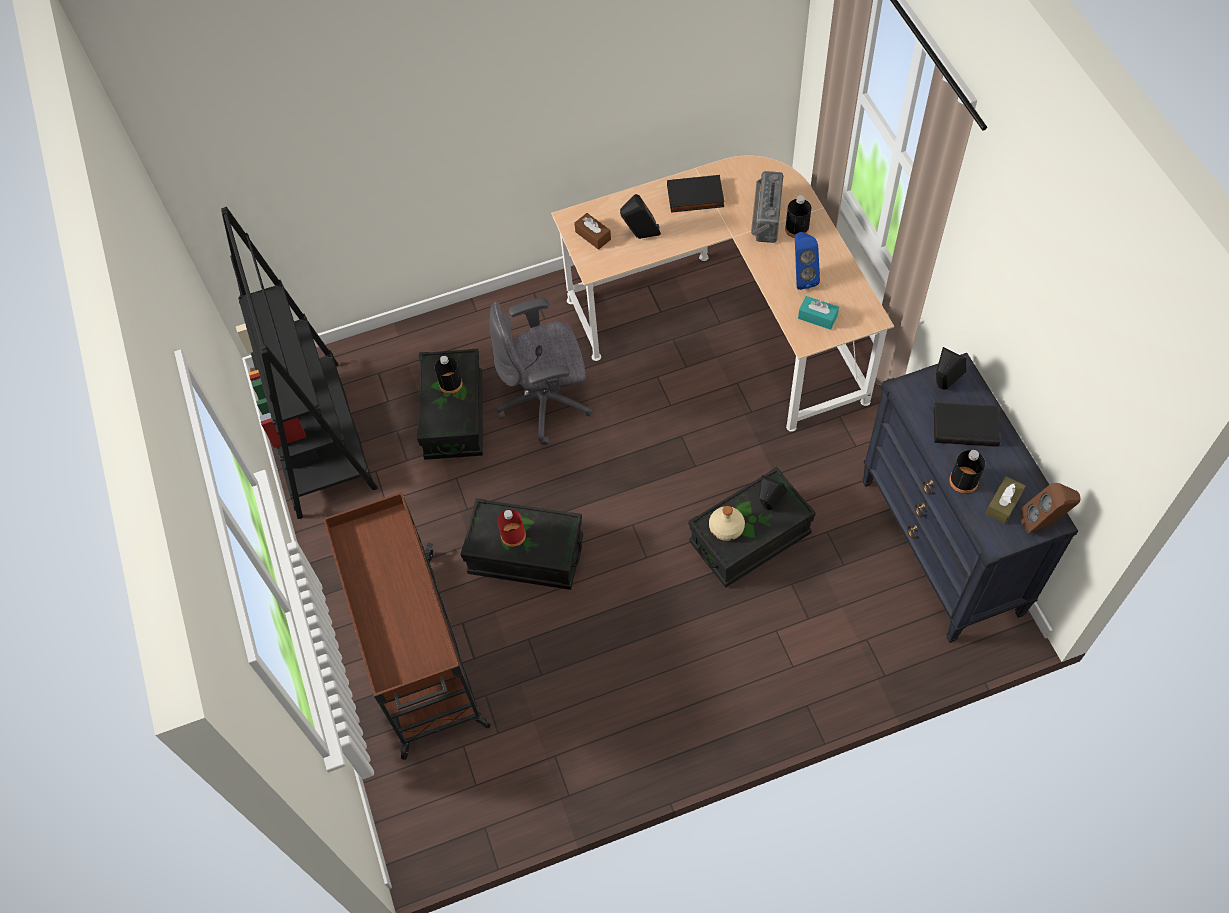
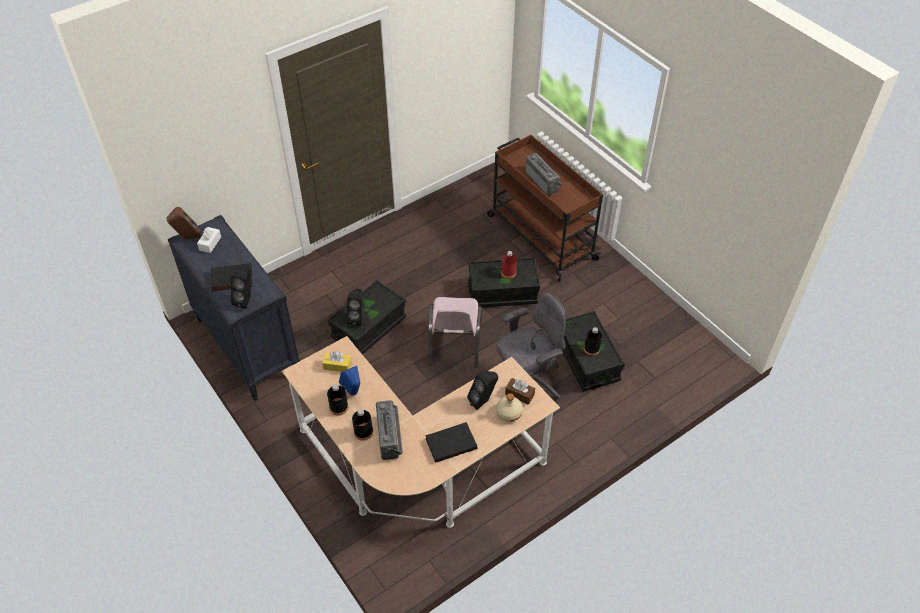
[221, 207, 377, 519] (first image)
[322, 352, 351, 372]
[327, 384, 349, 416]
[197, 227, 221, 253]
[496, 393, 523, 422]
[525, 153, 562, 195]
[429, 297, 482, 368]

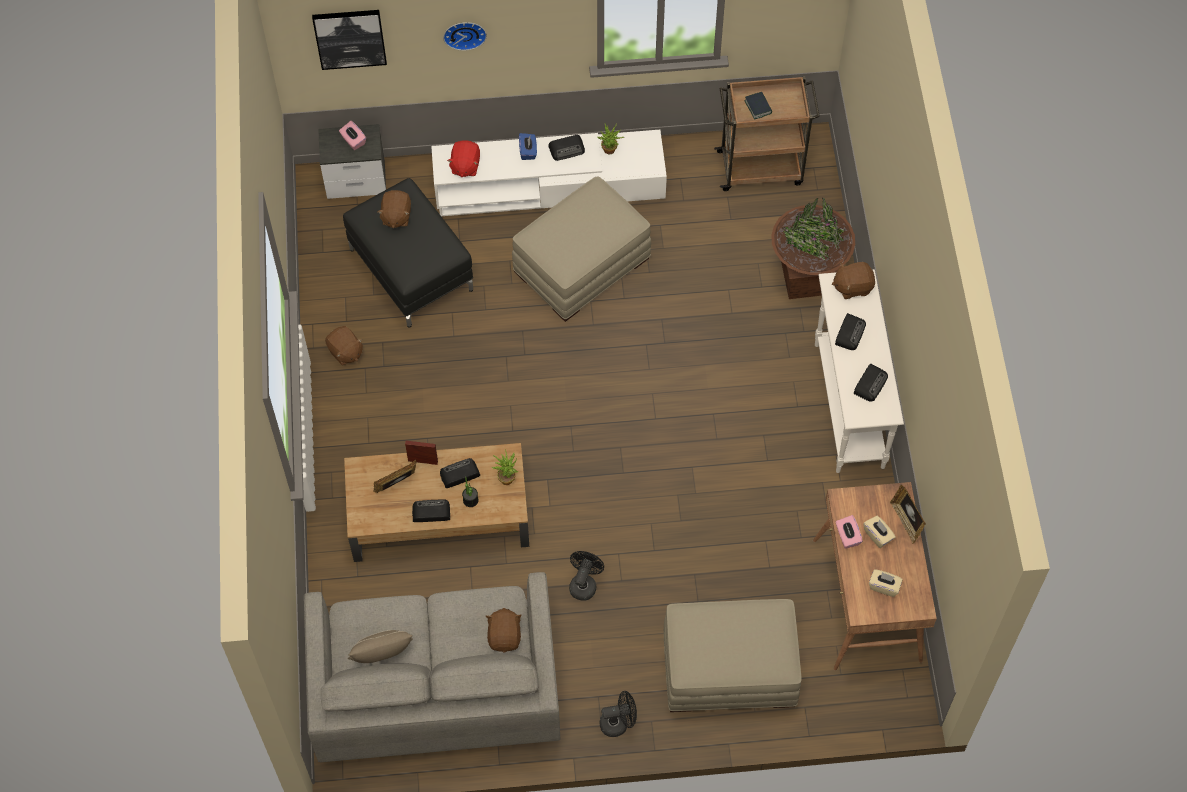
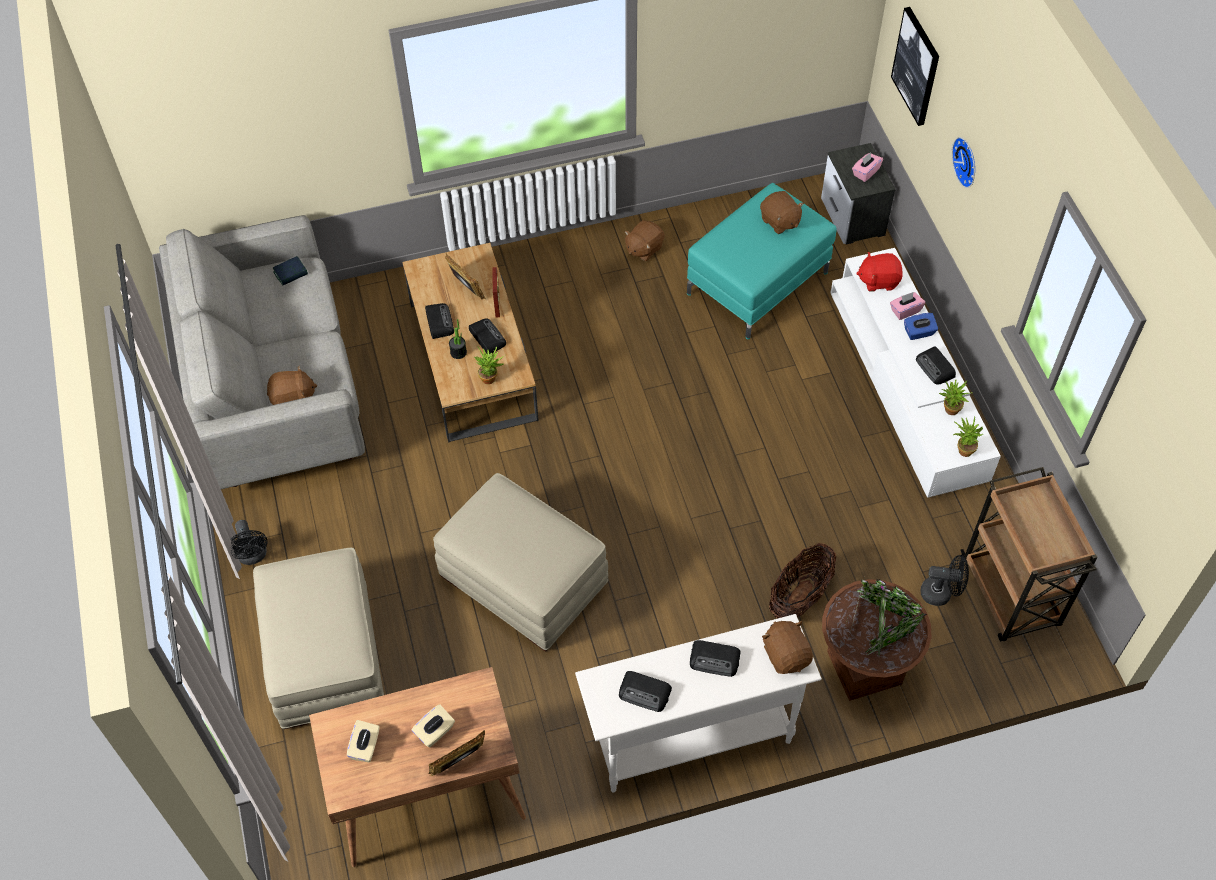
[273, 256, 308, 286]
[433, 473, 608, 652]
[687, 183, 837, 339]
[760, 191, 804, 234]
[890, 292, 925, 320]
[920, 555, 969, 606]
[348, 630, 413, 663] (first image)
[953, 417, 983, 457]
[769, 543, 836, 619]

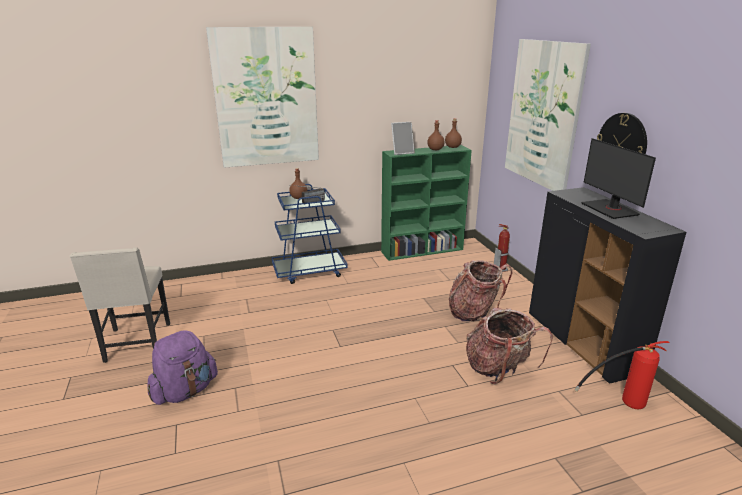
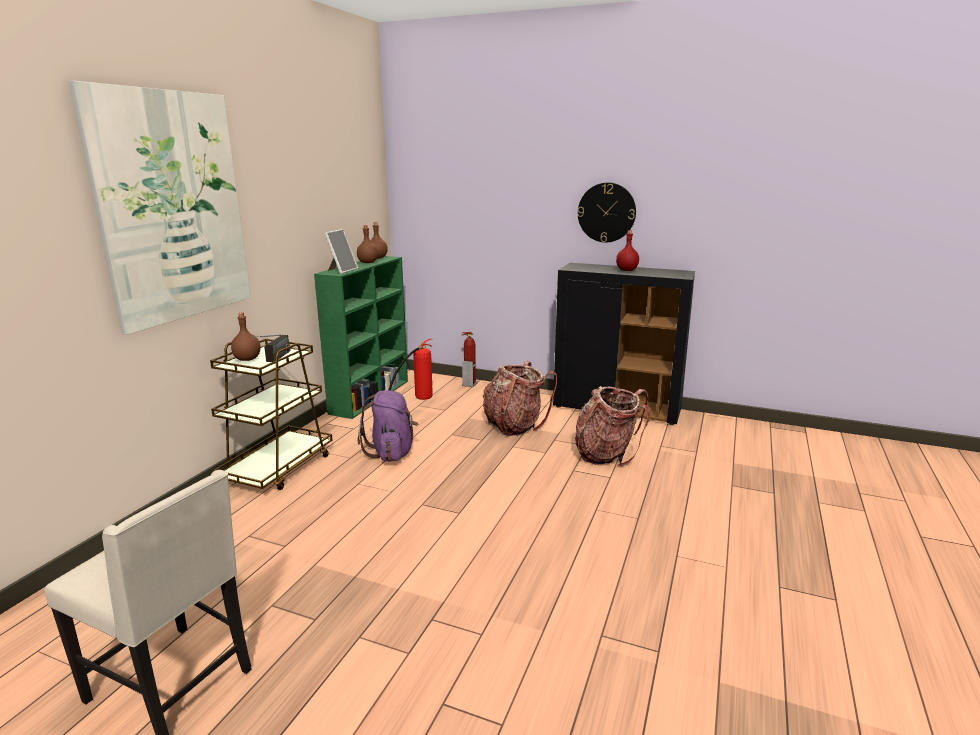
[505, 39, 591, 191] (first image)
[616, 230, 639, 271]
[210, 339, 332, 490]
[358, 390, 418, 462]
[389, 339, 433, 400]

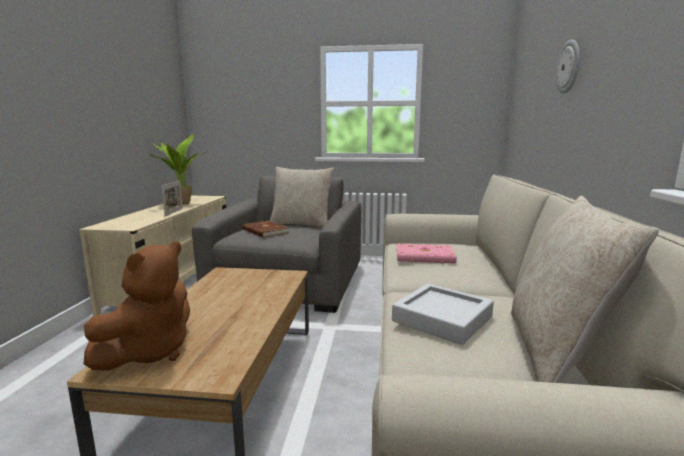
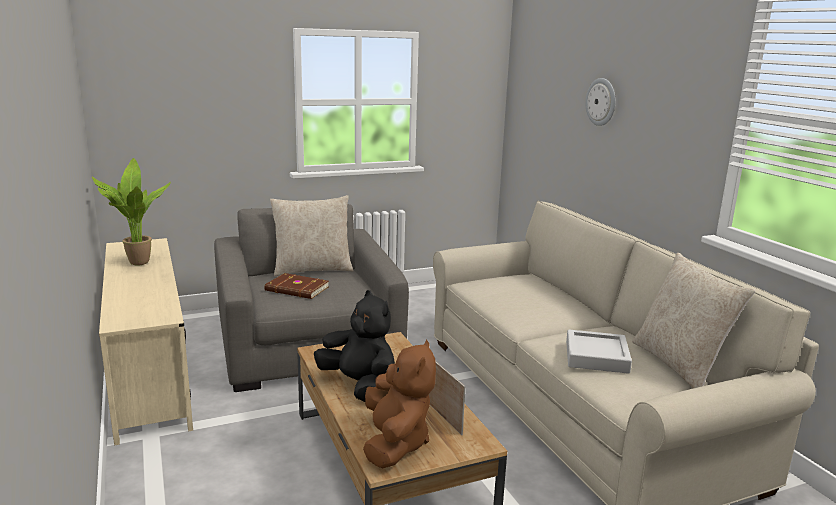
[429, 362, 466, 435]
[397, 244, 457, 263] (first image)
[314, 290, 395, 402]

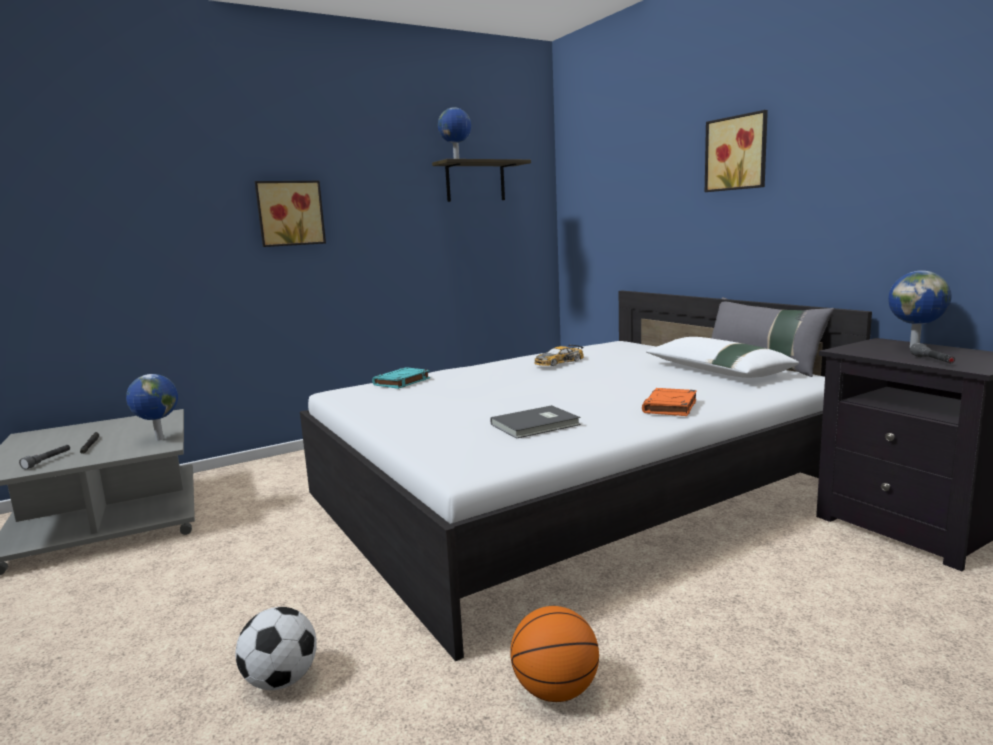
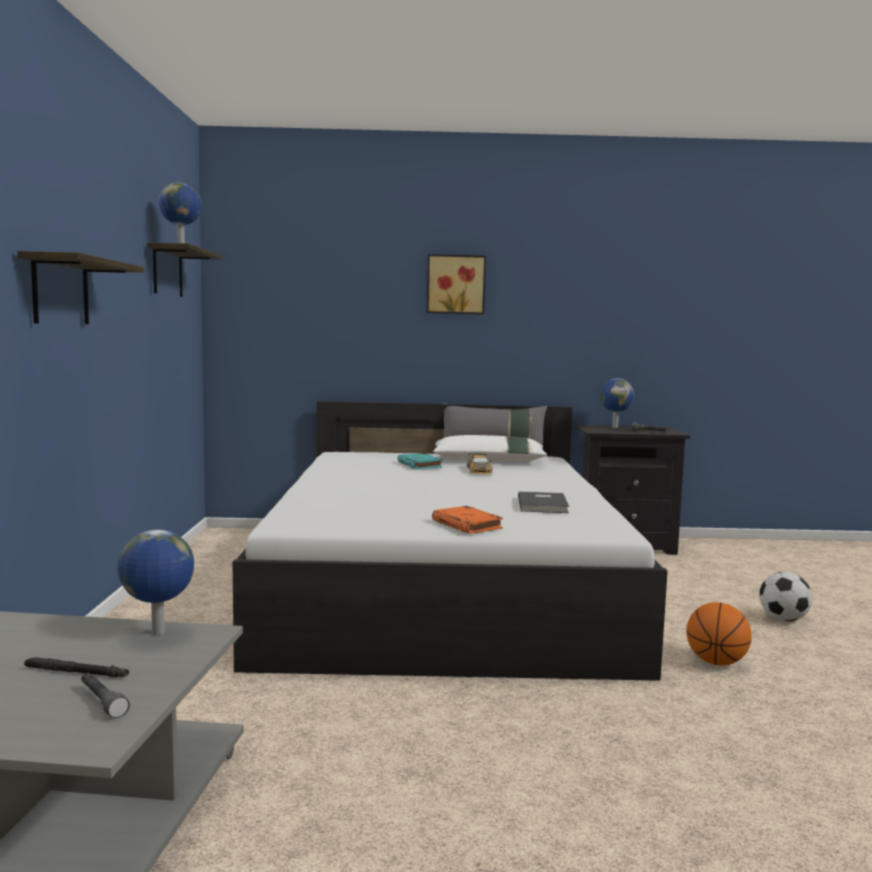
[17, 251, 144, 324]
[467, 454, 493, 474]
[397, 453, 443, 469]
[432, 506, 503, 534]
[759, 572, 813, 621]

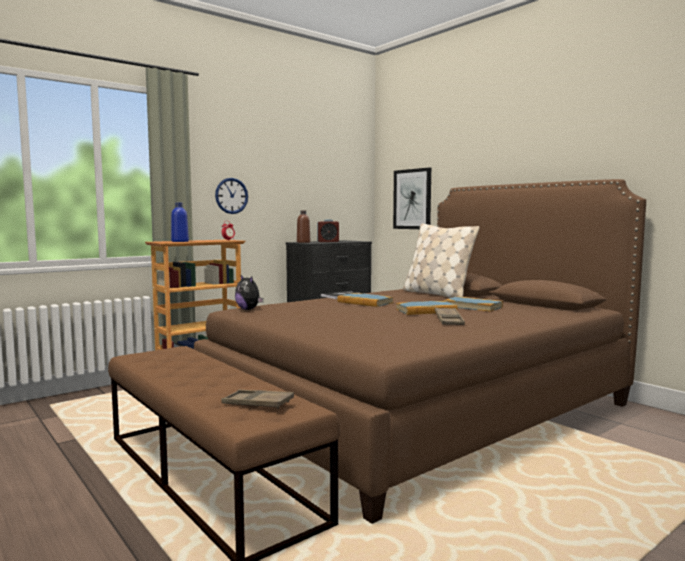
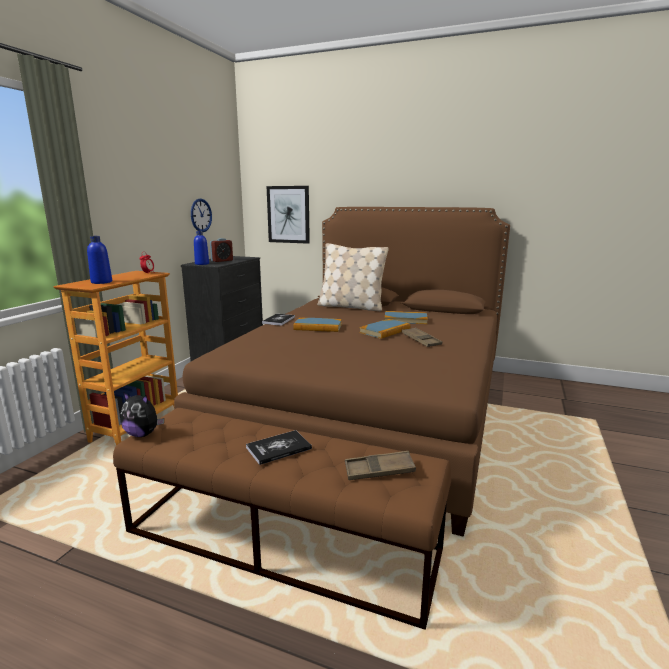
[191, 199, 212, 232]
[194, 231, 209, 265]
[120, 392, 164, 437]
[246, 430, 312, 465]

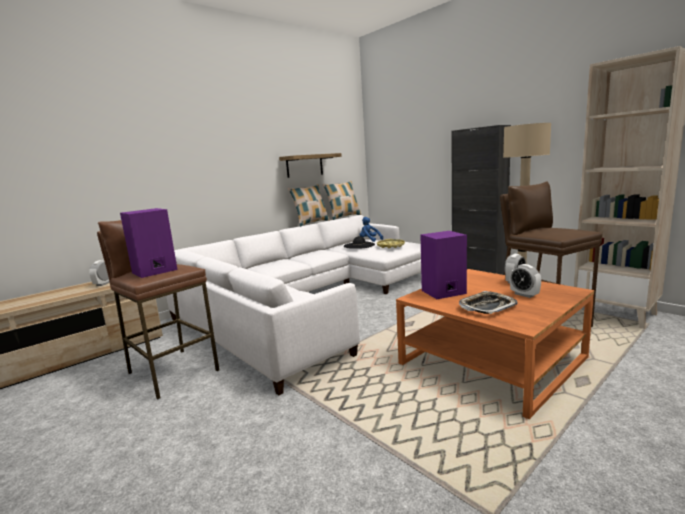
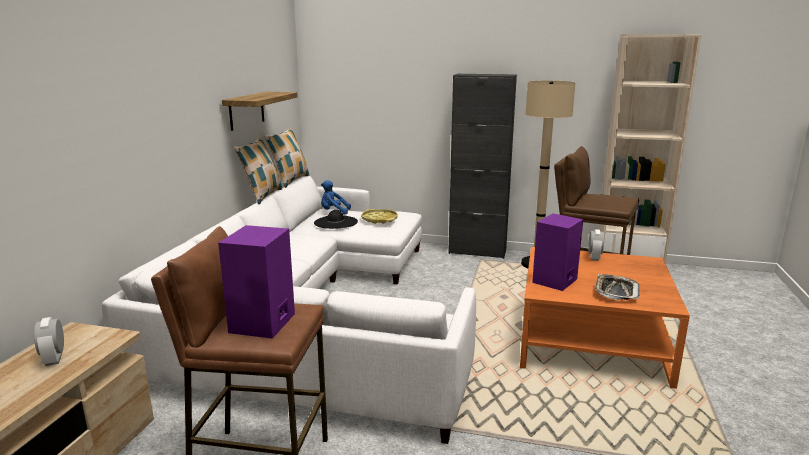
[510, 264, 541, 298] (first image)

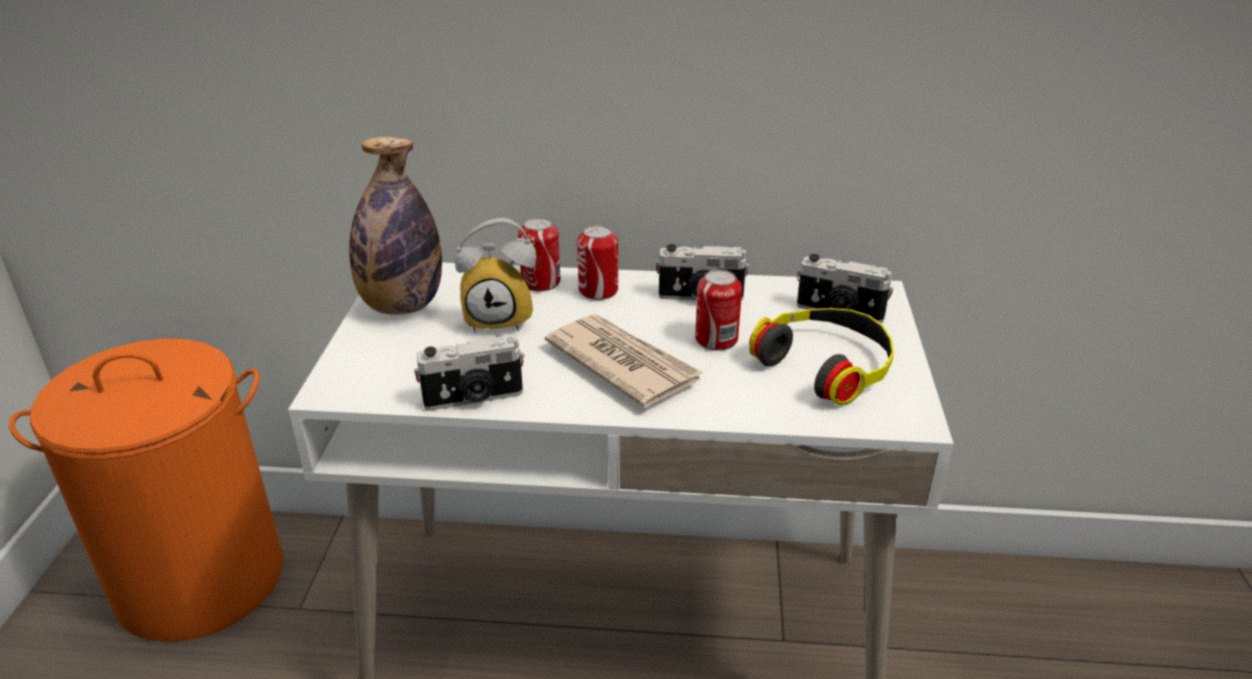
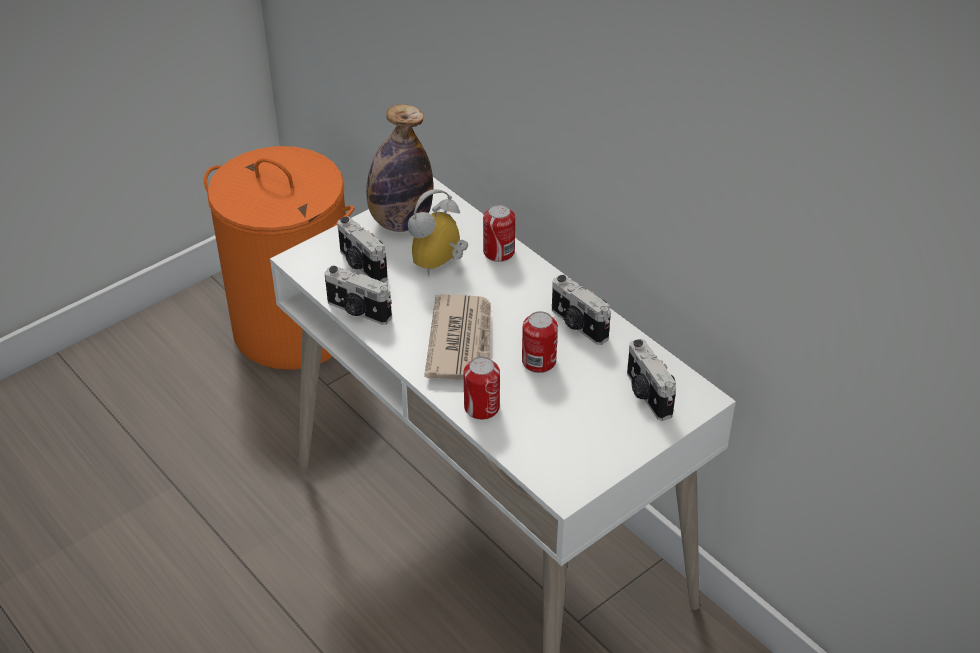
[408, 189, 468, 277]
[464, 357, 500, 420]
[749, 308, 894, 405] (first image)
[337, 216, 388, 282]

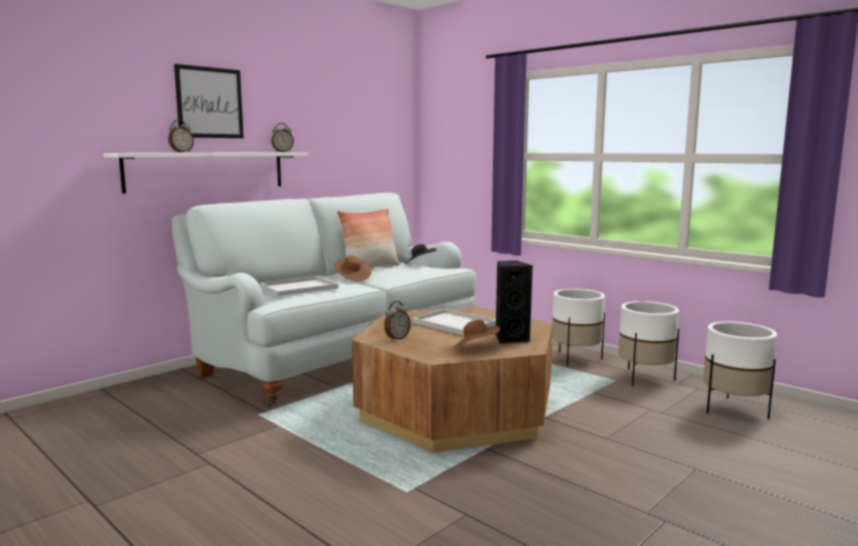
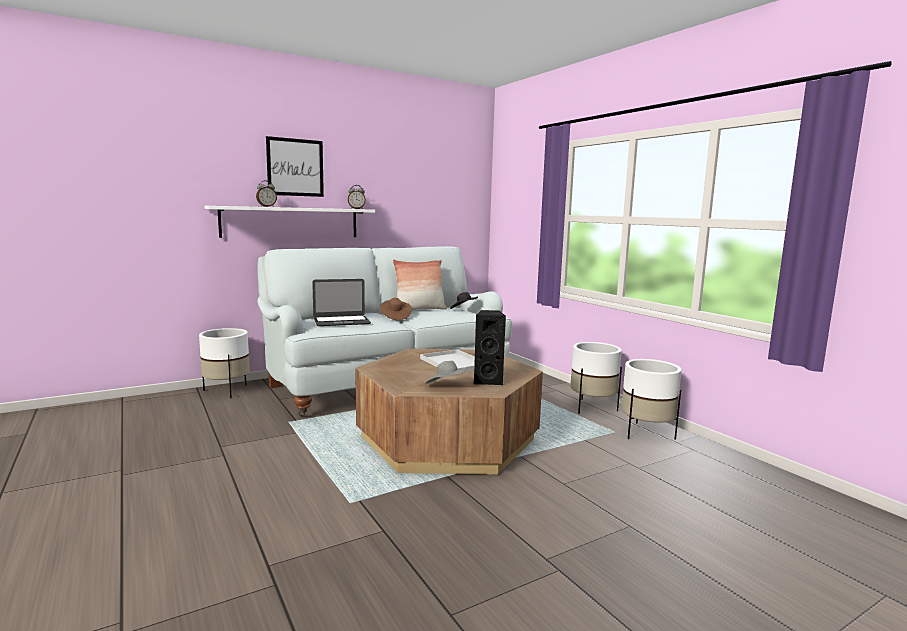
[312, 279, 371, 326]
[384, 301, 411, 341] (first image)
[425, 361, 468, 384]
[199, 328, 250, 398]

